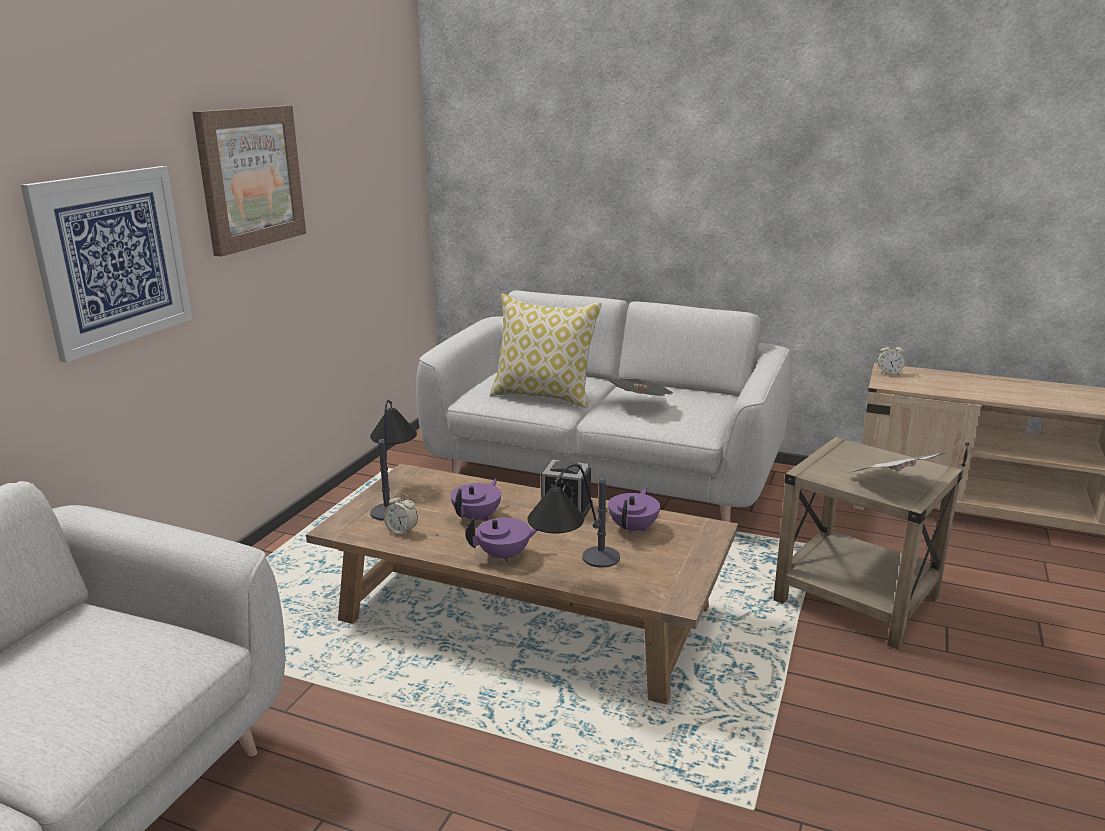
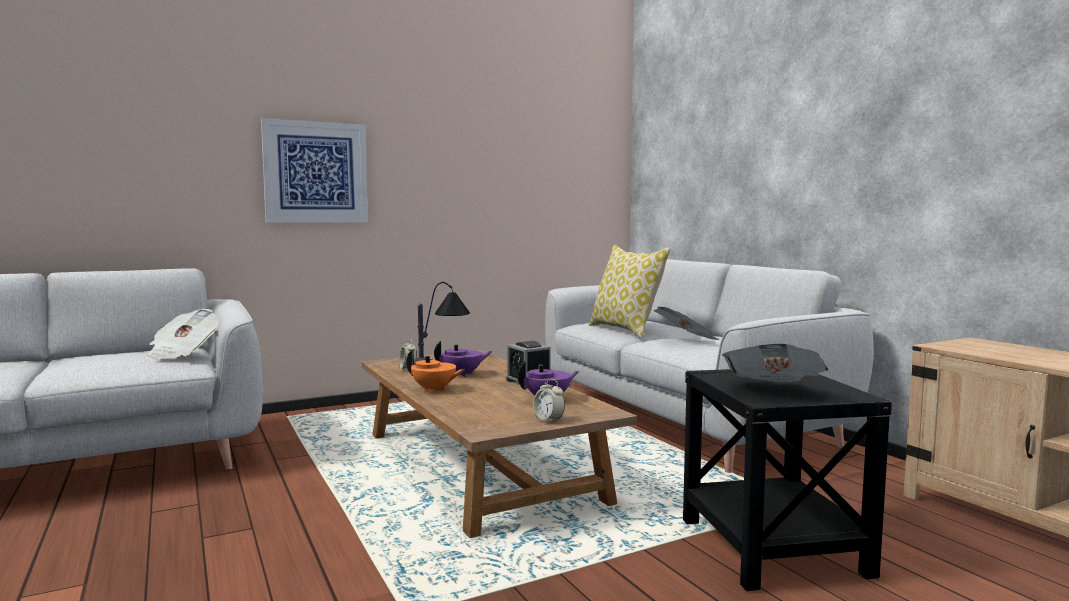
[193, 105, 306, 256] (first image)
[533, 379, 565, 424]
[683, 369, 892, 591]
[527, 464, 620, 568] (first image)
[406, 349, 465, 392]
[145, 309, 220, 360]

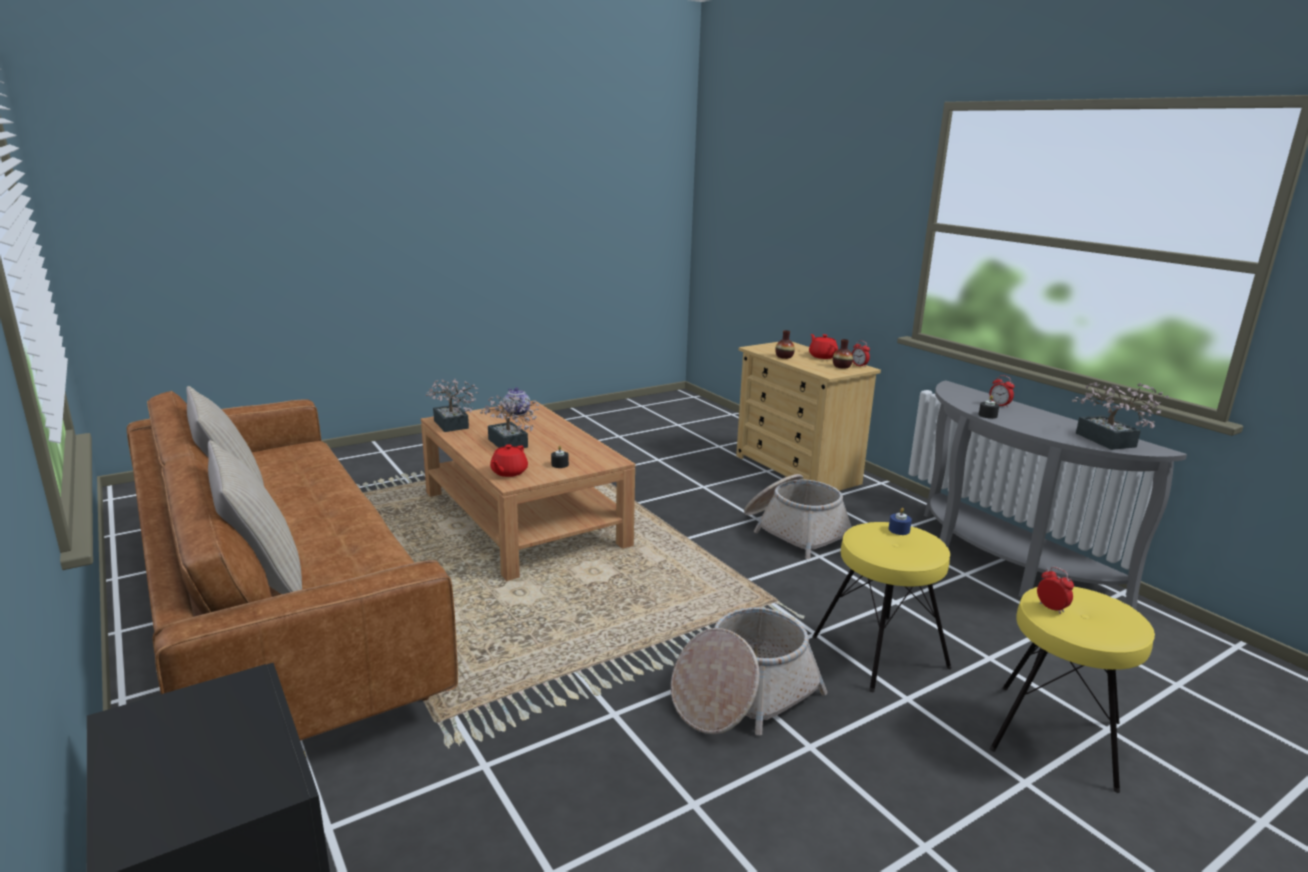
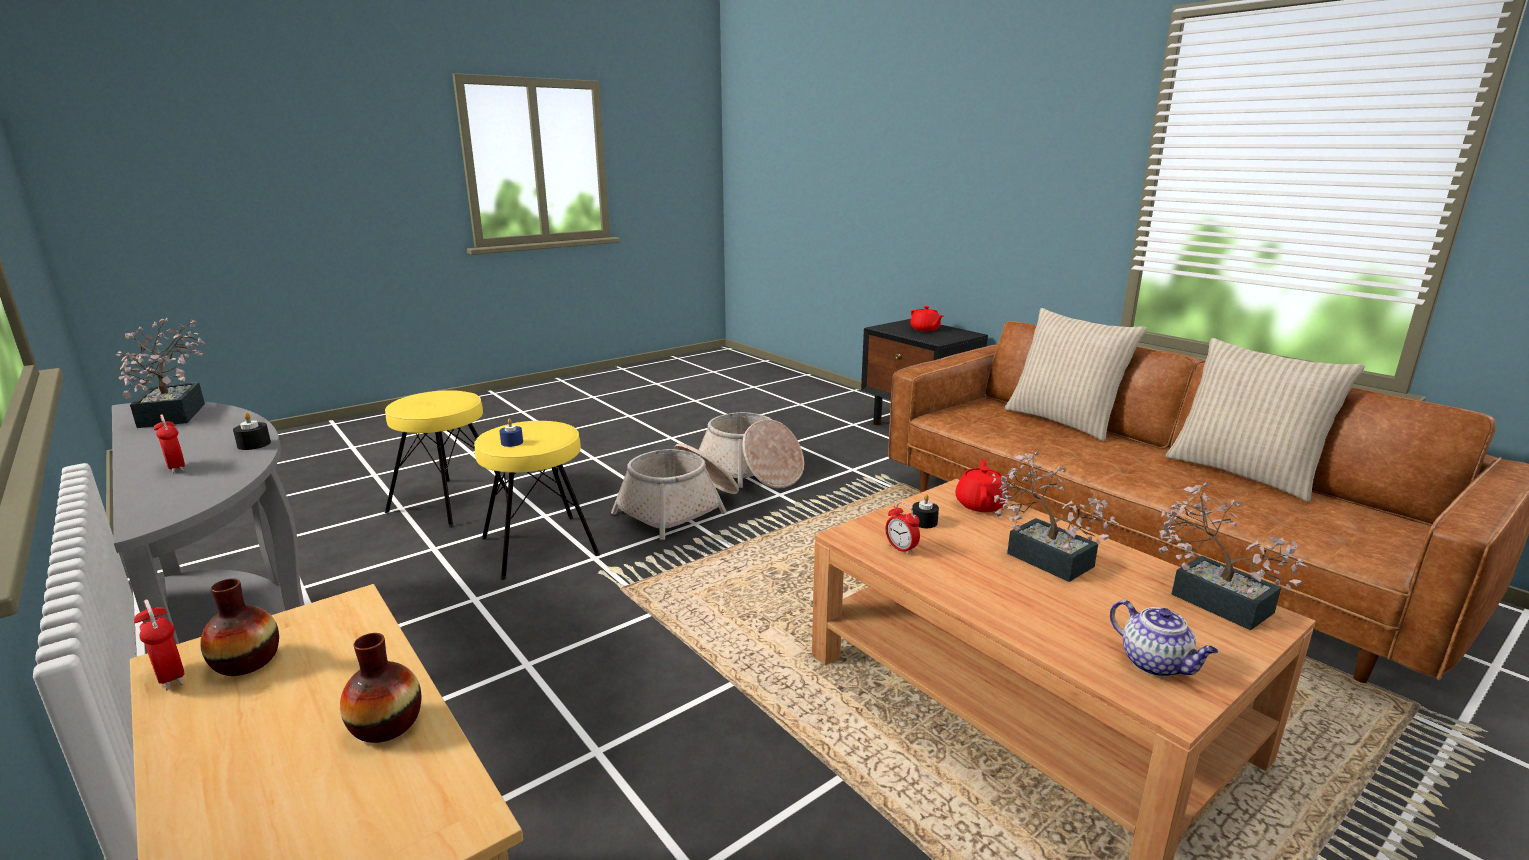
[910, 306, 943, 331]
[699, 412, 804, 489]
[886, 503, 920, 555]

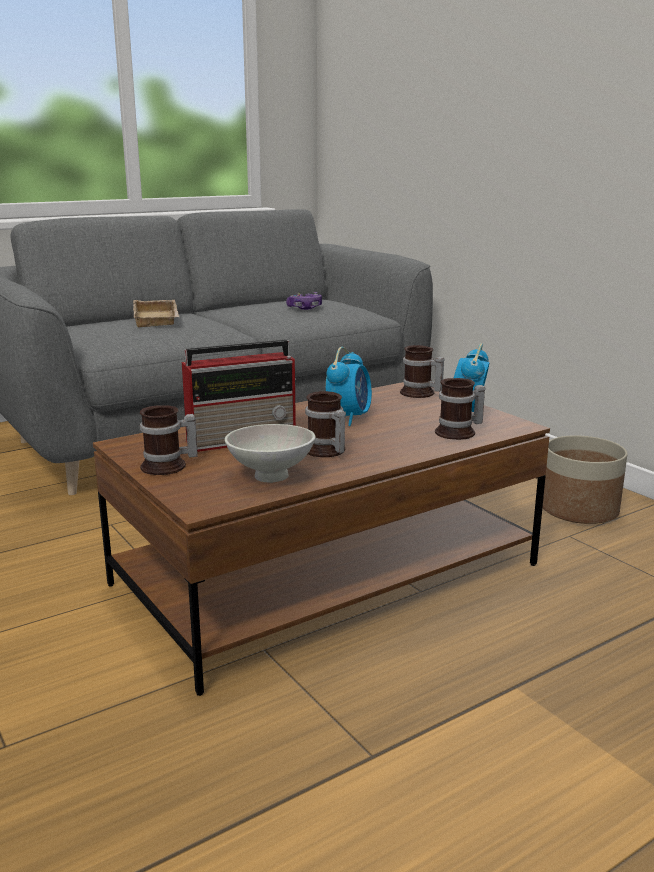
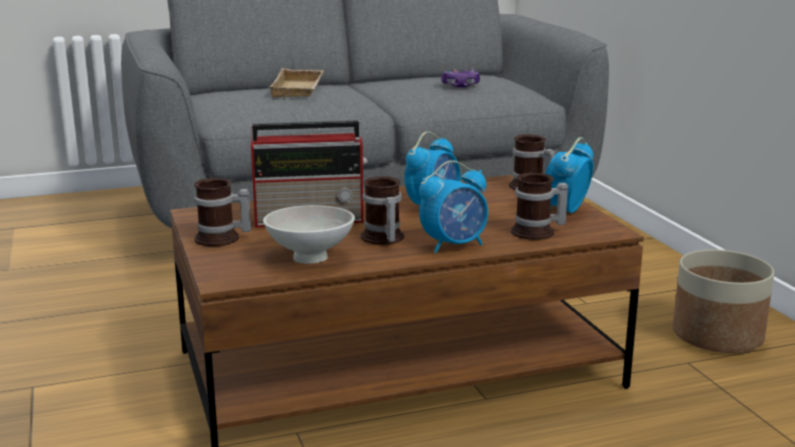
[419, 160, 488, 253]

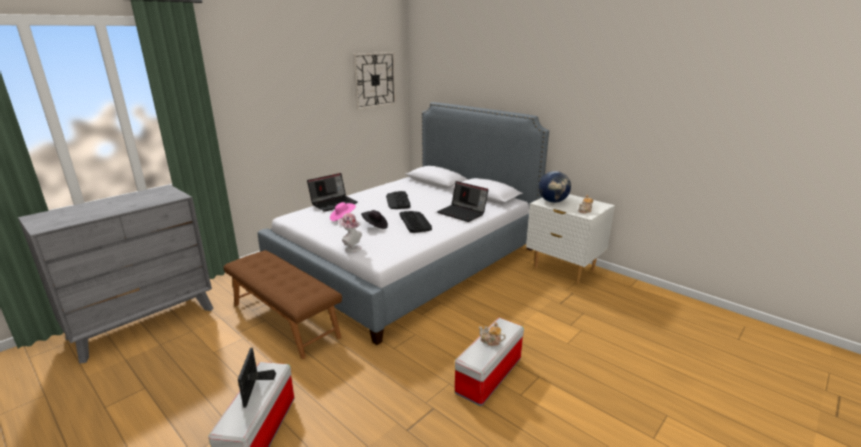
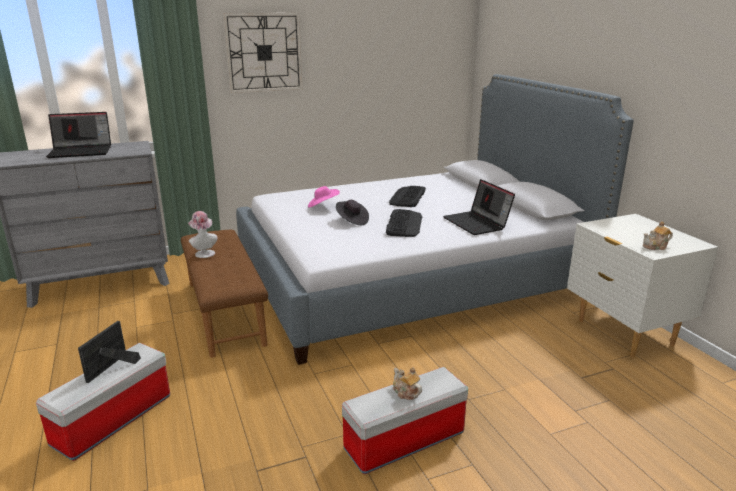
[223, 13, 302, 93]
[538, 171, 571, 203] (first image)
[46, 112, 111, 158]
[188, 211, 218, 258]

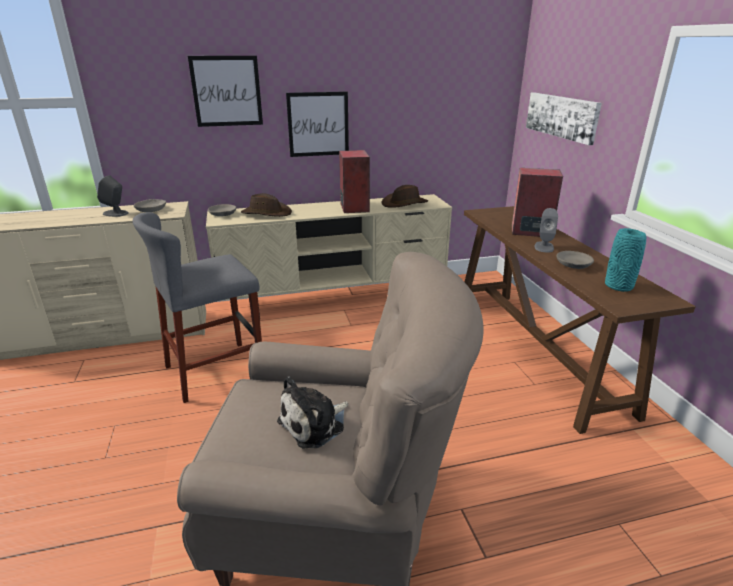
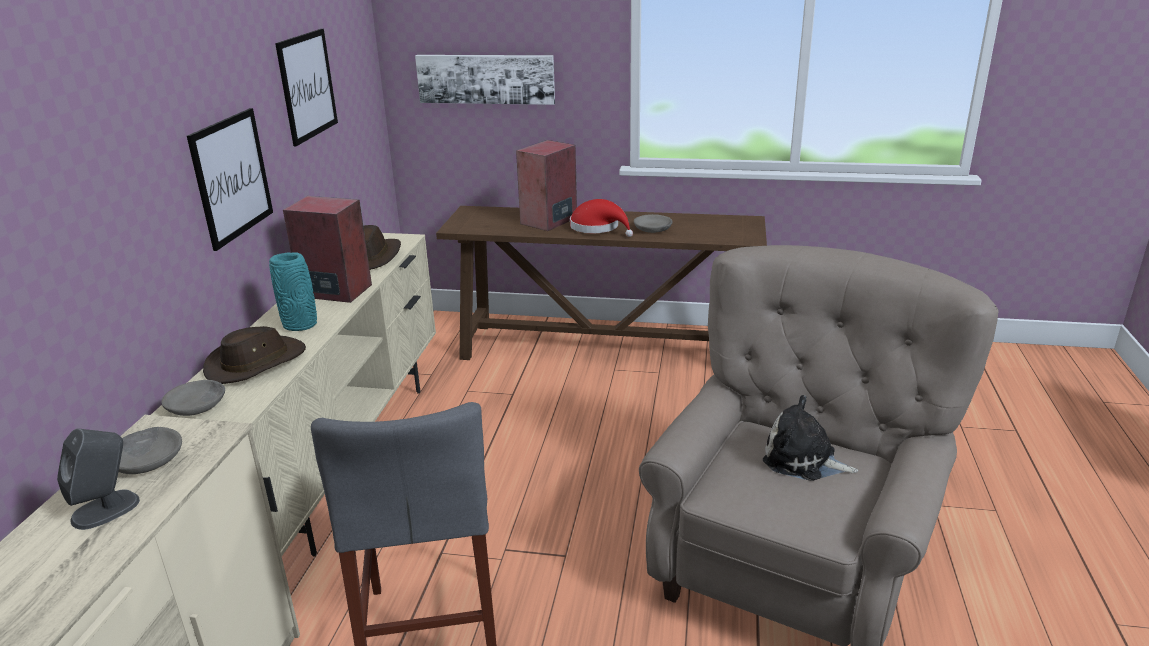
[275, 29, 338, 146]
[570, 199, 633, 237]
[269, 252, 317, 331]
[763, 395, 858, 481]

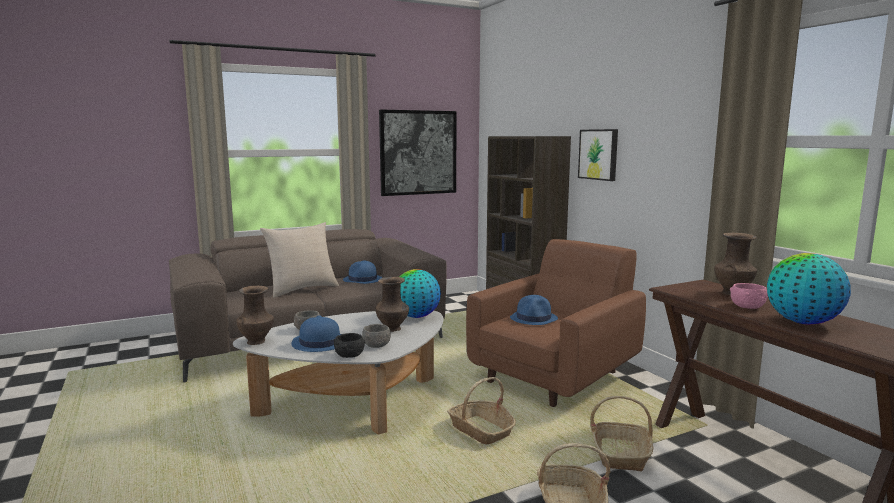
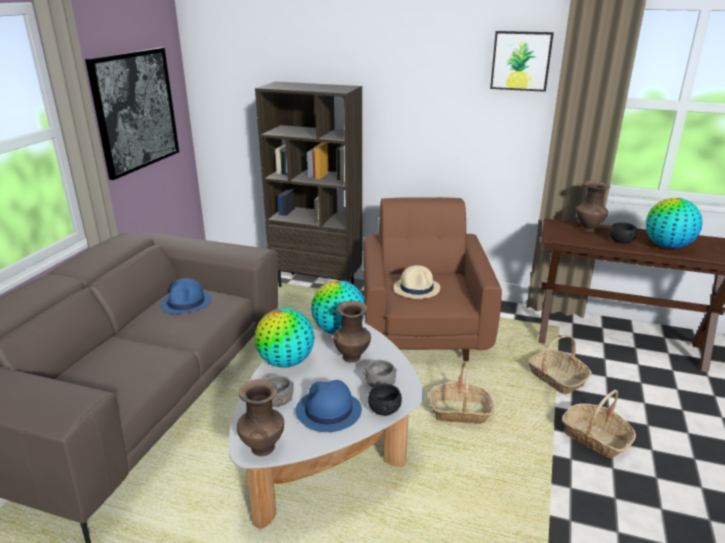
[490, 31, 554, 92]
[260, 222, 339, 298] (first image)
[609, 222, 637, 243]
[394, 265, 440, 299]
[255, 308, 314, 368]

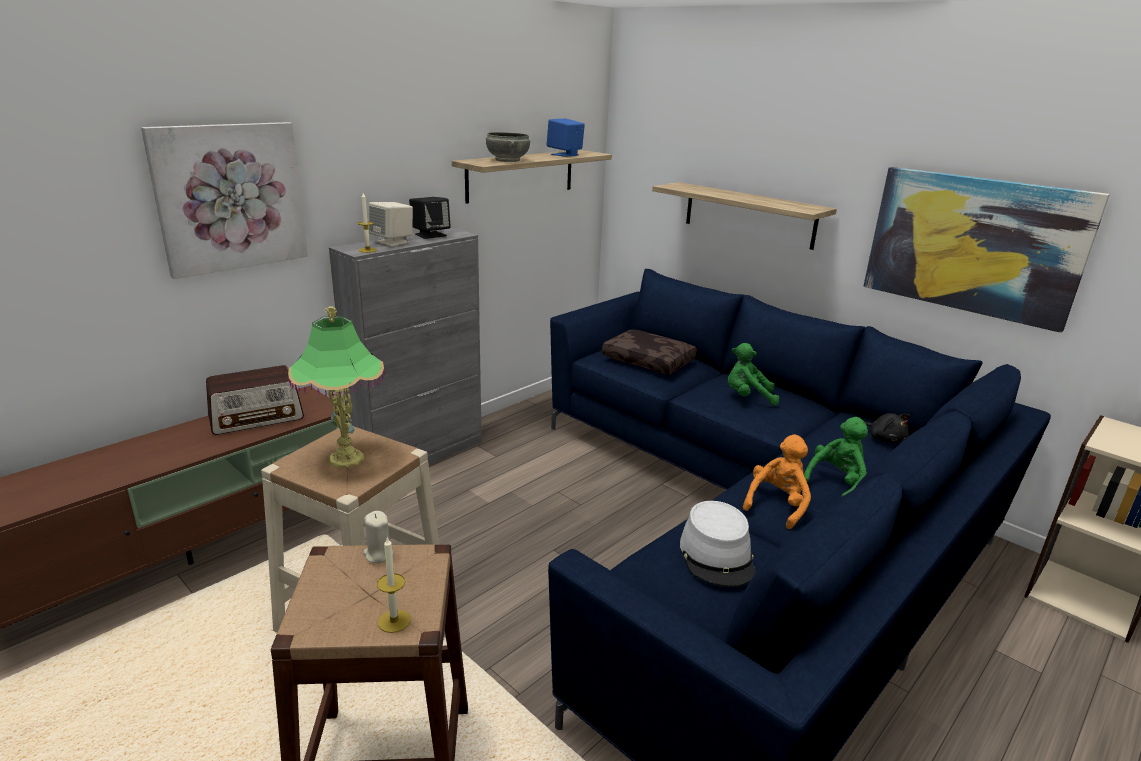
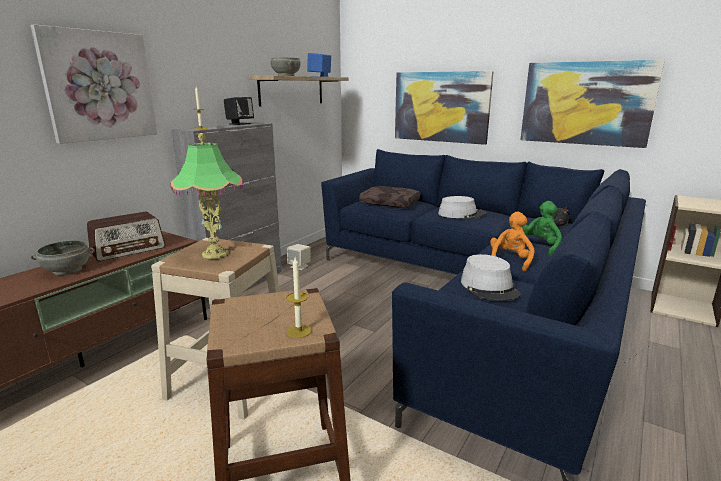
[395, 71, 494, 145]
[287, 244, 311, 270]
[438, 196, 486, 219]
[363, 511, 394, 563] (first image)
[31, 240, 95, 275]

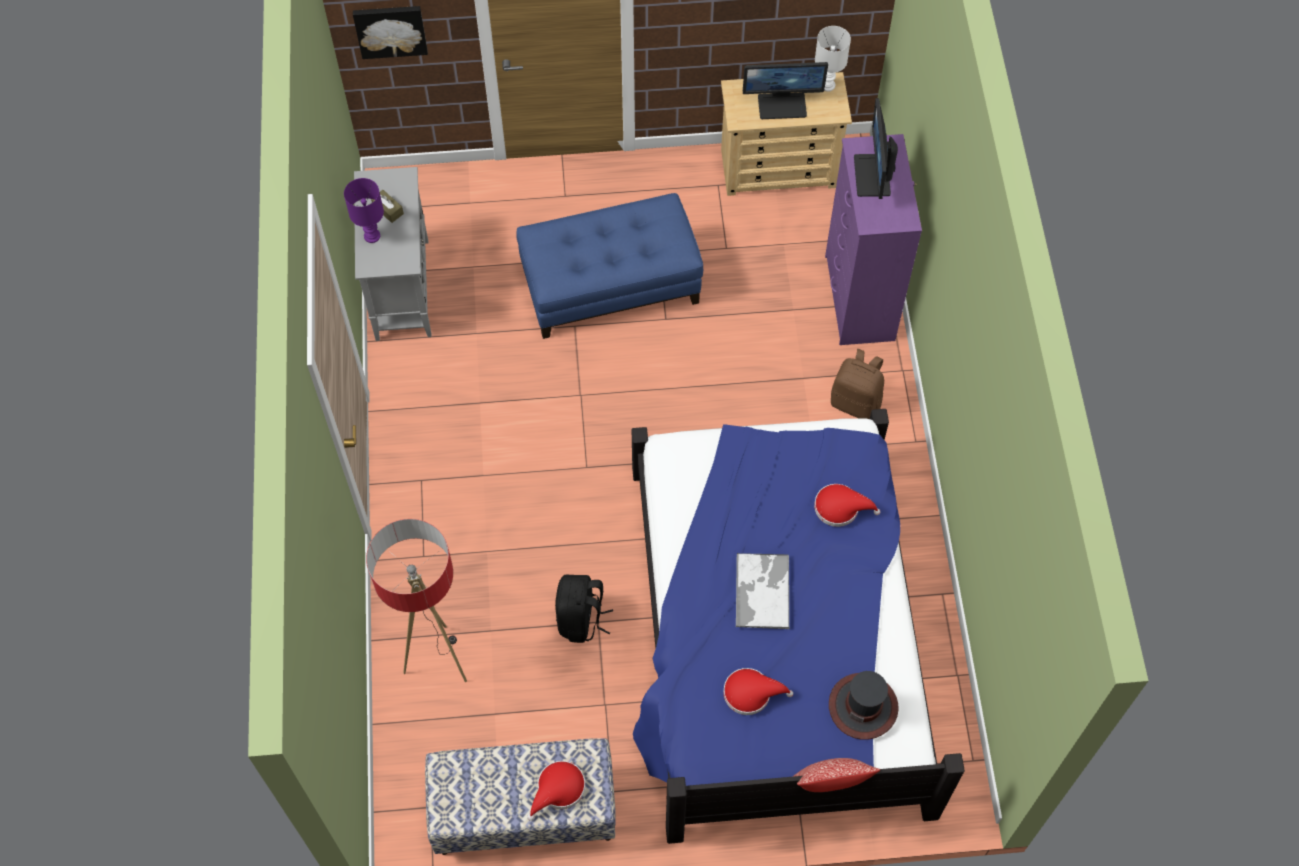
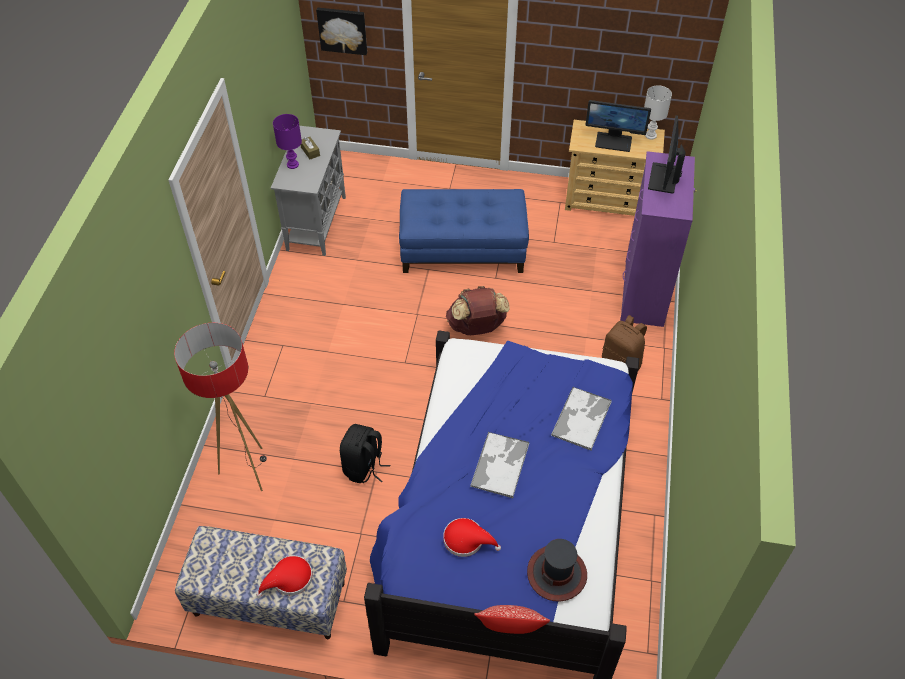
[551, 387, 612, 451]
[446, 286, 510, 335]

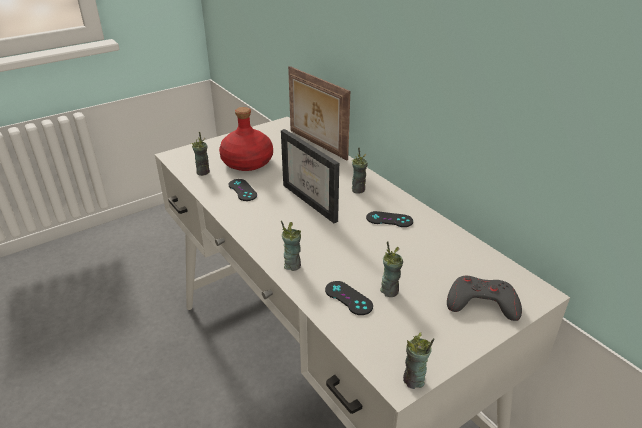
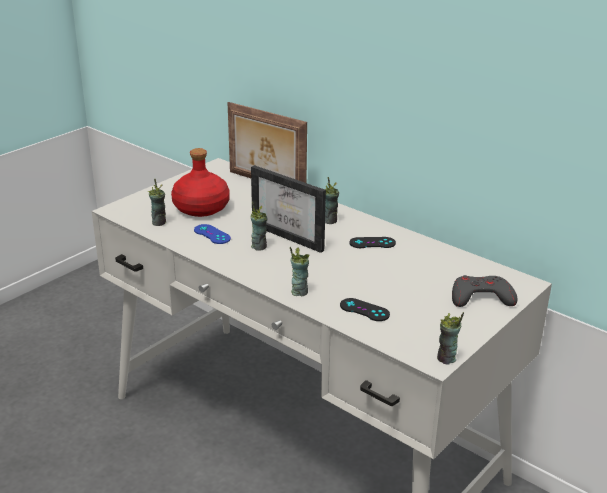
[194, 224, 231, 244]
[250, 202, 267, 250]

